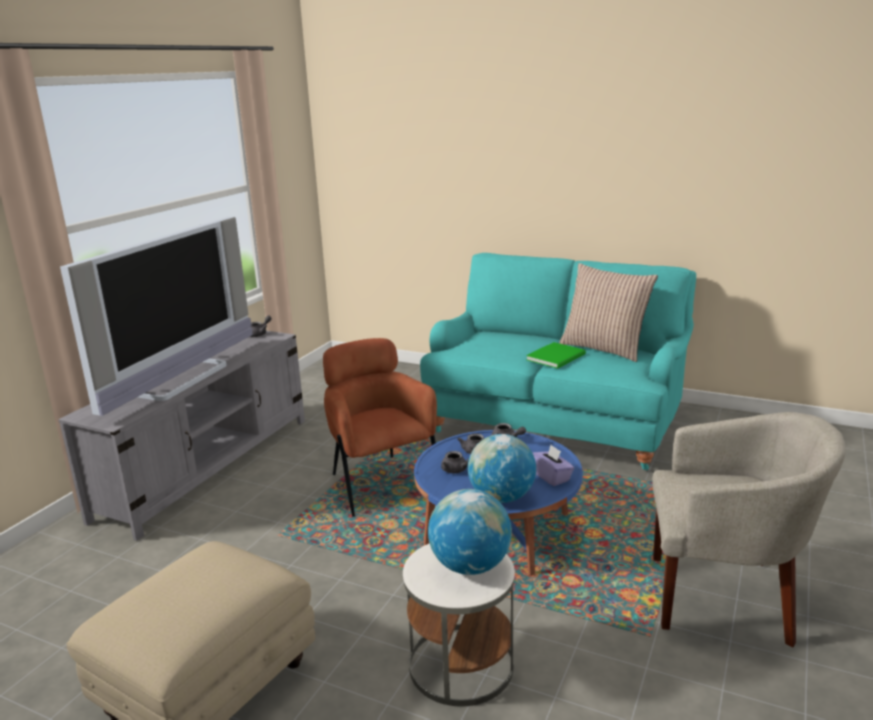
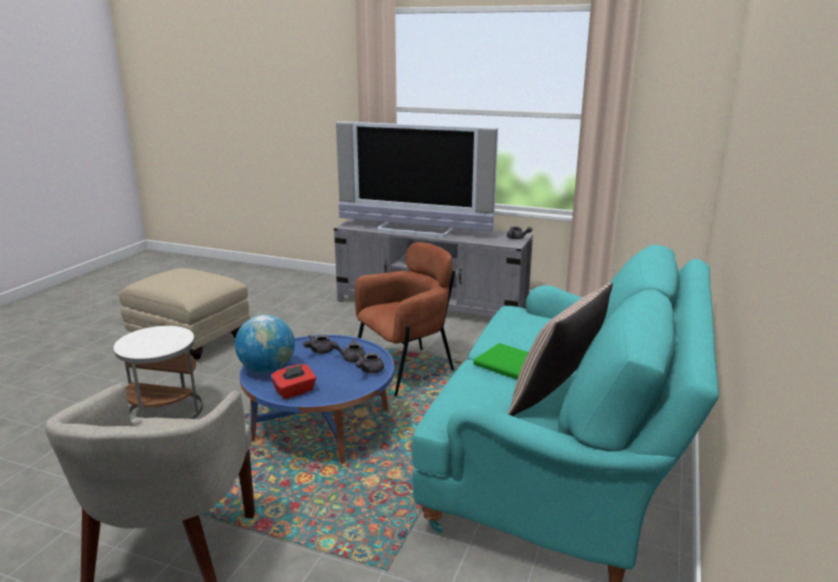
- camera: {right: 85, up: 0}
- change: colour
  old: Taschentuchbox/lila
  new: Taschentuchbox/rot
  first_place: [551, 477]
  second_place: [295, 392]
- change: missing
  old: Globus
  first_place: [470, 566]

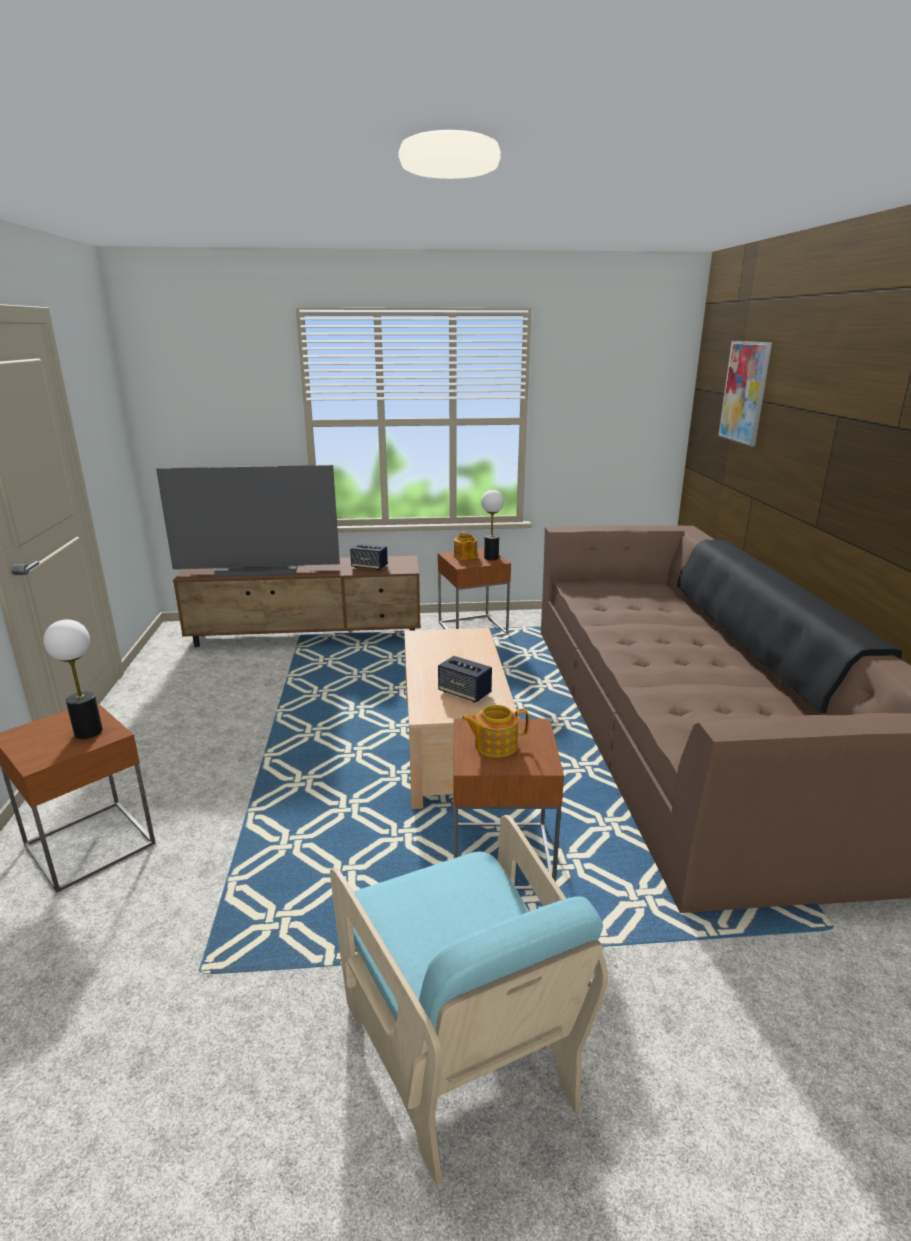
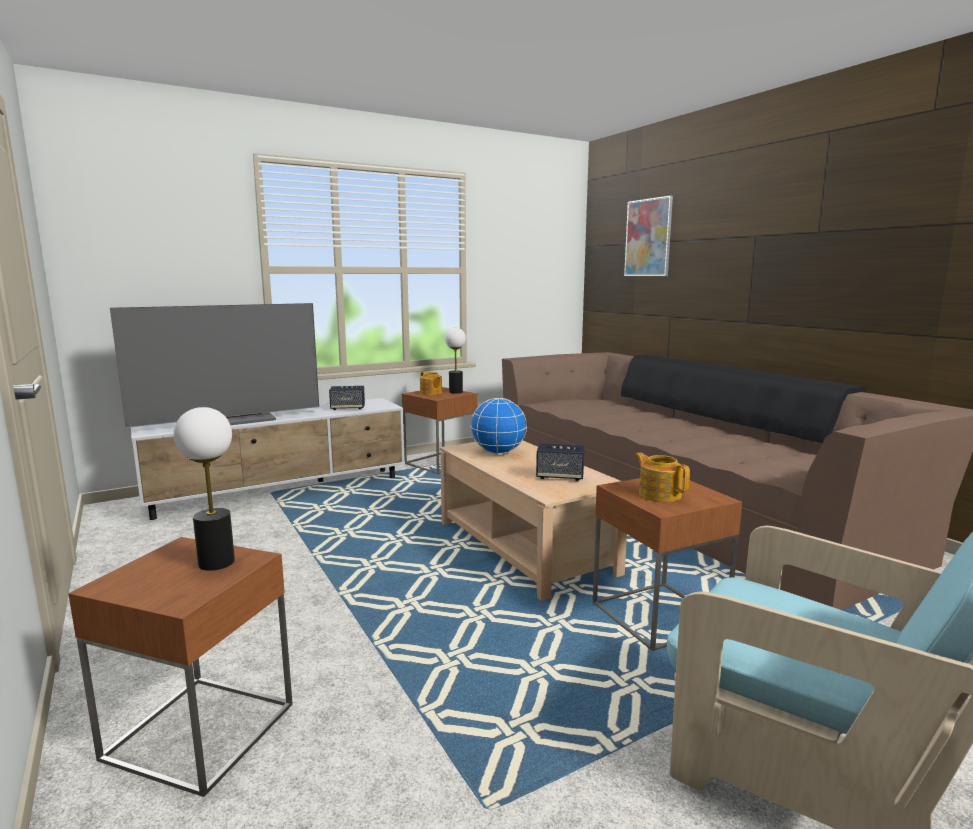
- camera: {right: -25, up: -10}
- change: colour
  old: Fernsehschrank/braun
  new: Fernsehschrank/weiß
  first_place: [308, 637]
  second_place: [282, 492]
- change: spun
  old: Teekanne
  first_place: [494, 745]
  second_place: [659, 494]
  degrees: 90
- change: appeared
  new: Globus
  second_place: [498, 453]

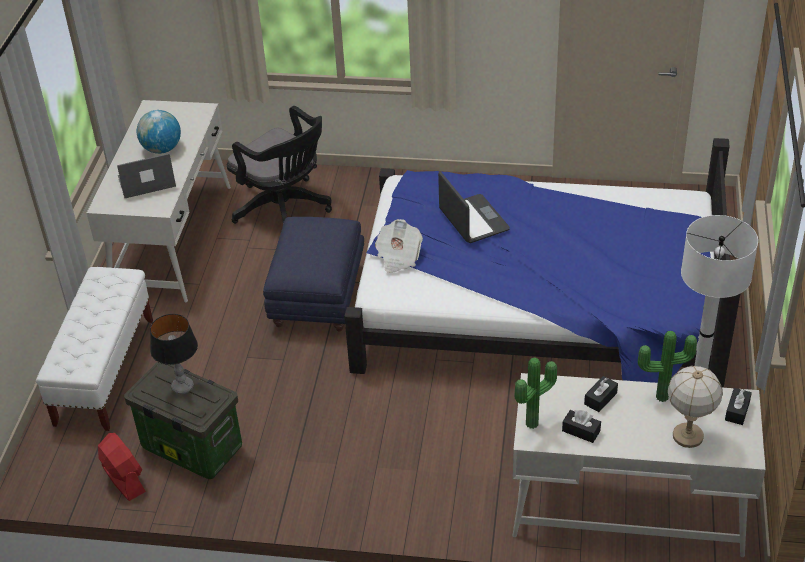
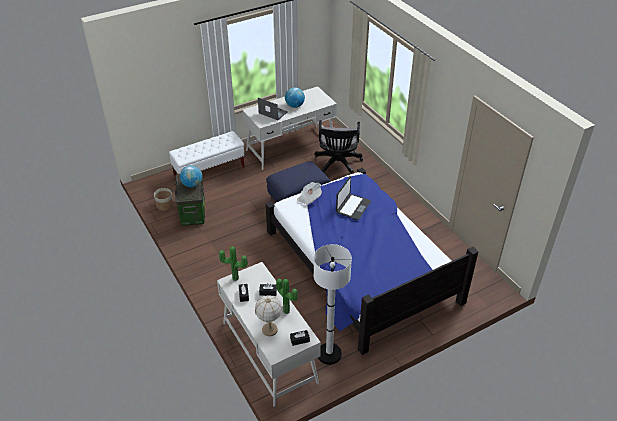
- camera: {right: 50, up: 0}
- change: exchanged
  old: Tischlampe
  new: Globus
  first_place: [182, 387]
  second_place: [192, 184]
- change: exchanged
  old: Ventilator/rot
  new: Pflanzkübel
  first_place: [124, 479]
  second_place: [164, 205]

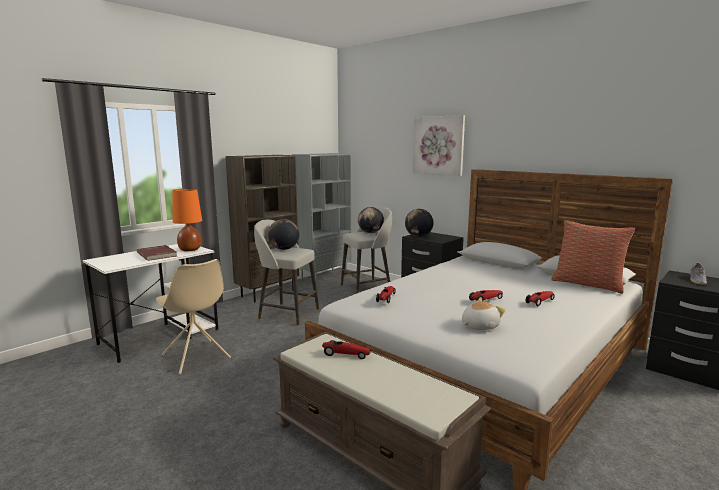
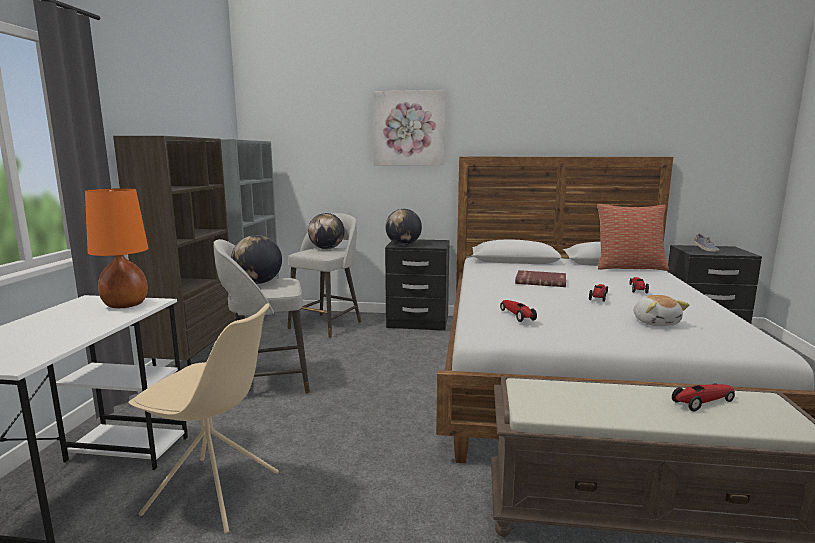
- camera: {right: -35, up: 0}
- change: relocated
  old: Buch/rot
  first_place: [158, 254]
  second_place: [540, 281]
- change: spun
  old: Plüschtier
  first_place: [479, 326]
  second_place: [656, 322]
  degrees: 150
- change: relocated
  old: Spielzeugauto
  first_place: [346, 354]
  second_place: [702, 402]

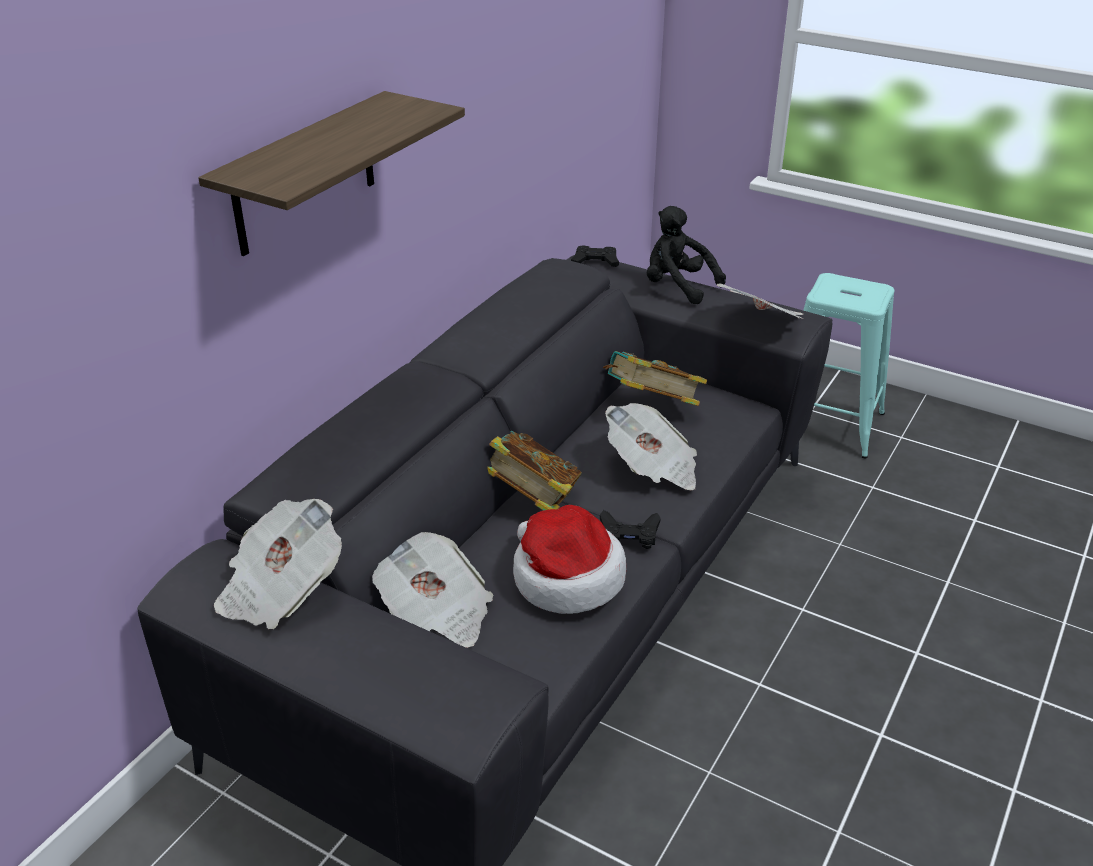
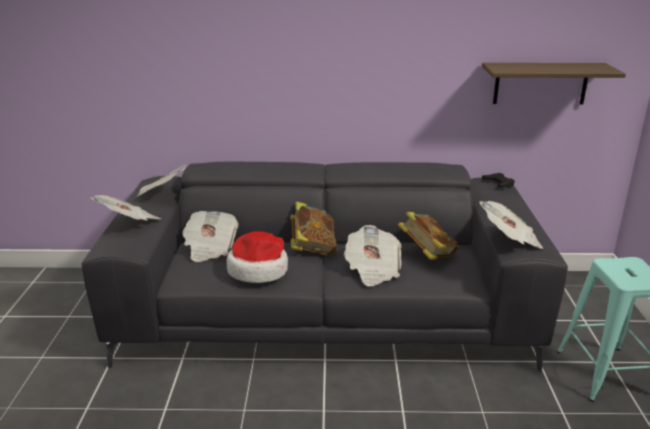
- camera: {right: 60, up: -10}
- change: relocated
  old: Wandregal
  first_place: [305, 174]
  second_place: [540, 83]
- change: missing
  old: Plüschtier/schwarz
  first_place: [677, 287]
- change: missing
  old: Gamepad/schwarz
  first_place: [629, 534]
- change: appeared
  new: Zeitung
  second_place: [128, 223]

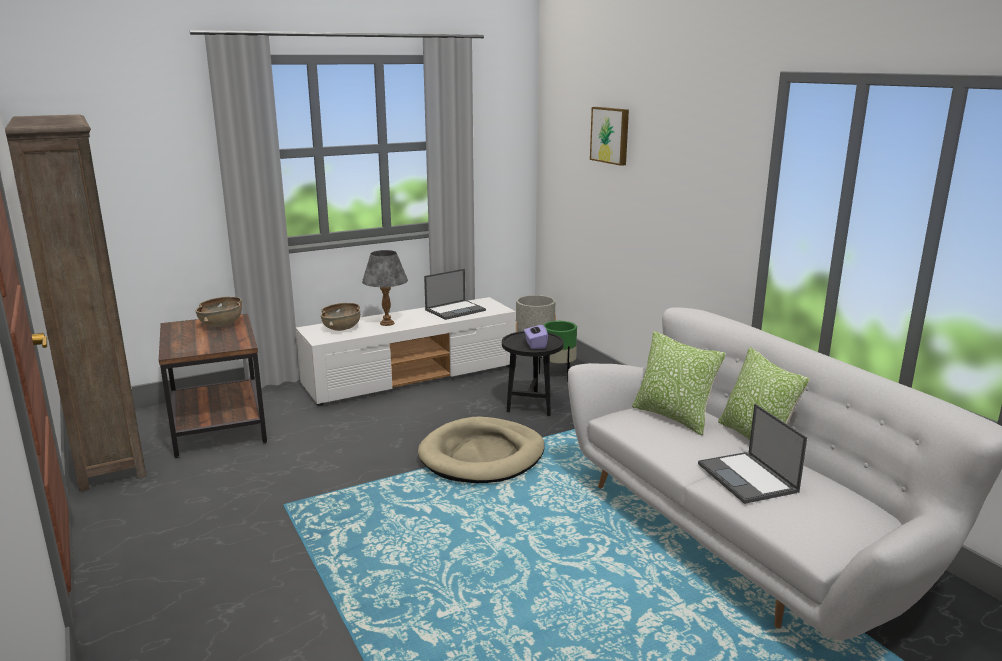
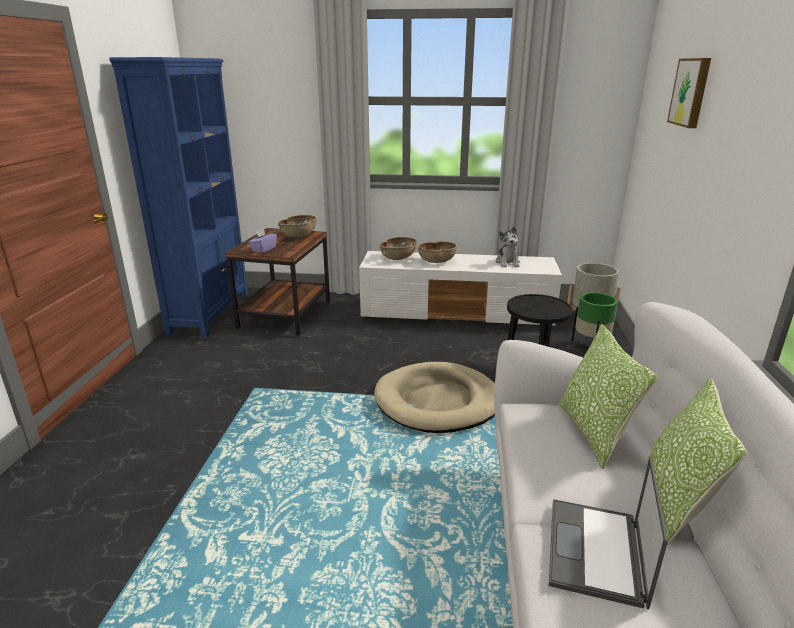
- camera: {right: 35, up: 5}
- change: colour
  old: Bücherregal/braun
  new: Bücherregal/blau
  first_place: [108, 450]
  second_place: [210, 312]
- change: exchanged
  old: Tischlampe/grau
  new: Schüssel/braun
  first_place: [387, 323]
  second_place: [437, 262]
- change: exchanged
  old: Laptop
  new: Plüschtier
  first_place: [455, 310]
  second_place: [507, 262]
- change: relocated
  old: Taschentuchbox/lila
  first_place: [535, 345]
  second_place: [263, 249]

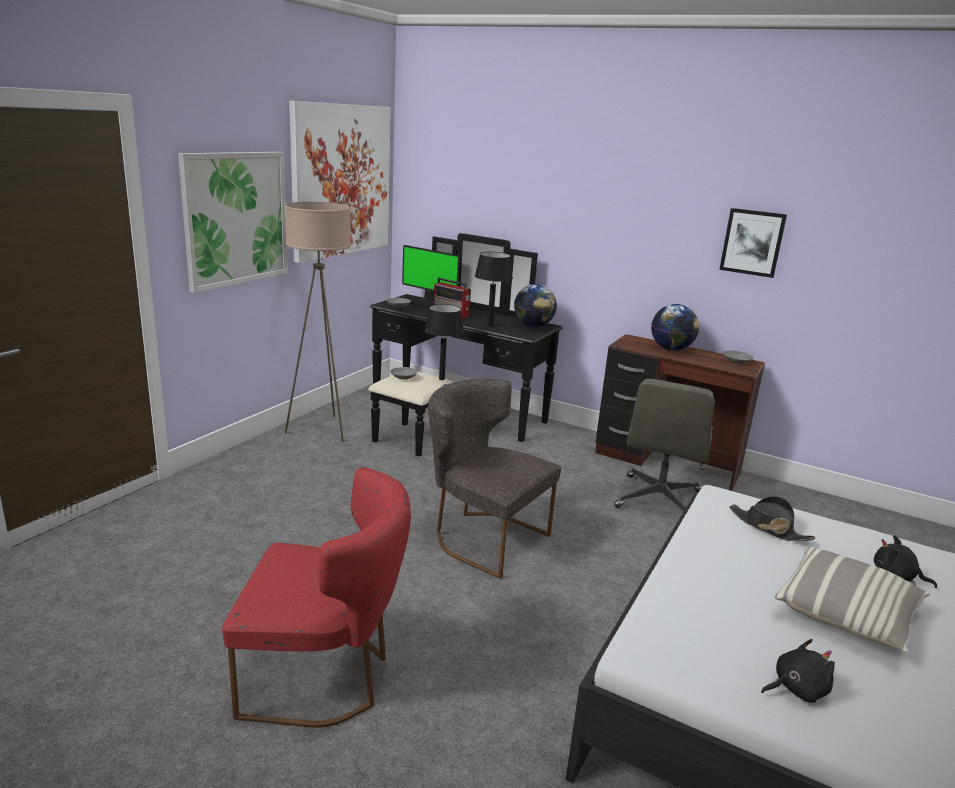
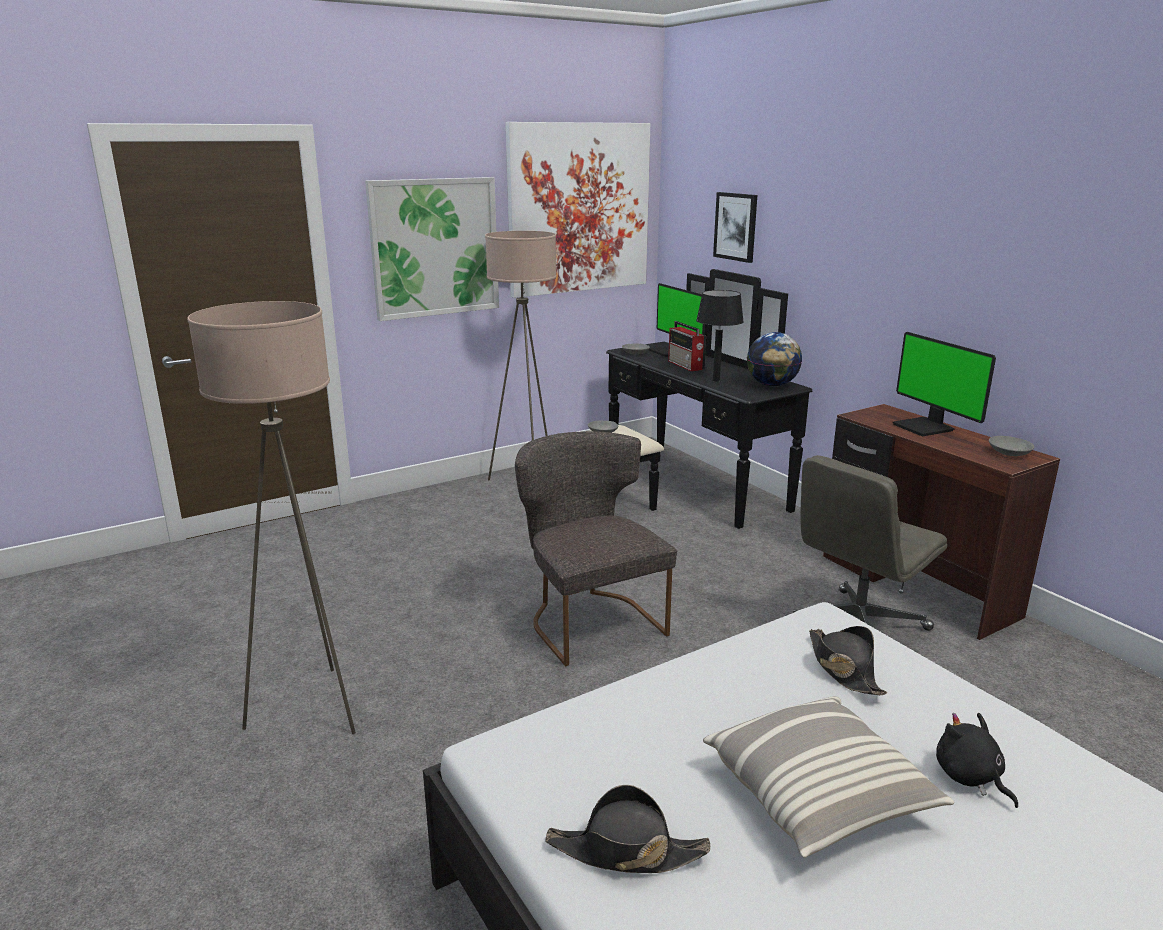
- camera: {right: 30, up: 0}
- change: relocated
  old: Bild
  first_place: [752, 242]
  second_place: [736, 226]
- change: missing
  old: Tischlampe/schwarz
  first_place: [441, 379]
- change: exchanged
  old: Globus
  new: Monitor
  first_place: [671, 349]
  second_place: [925, 427]
- change: exchanged
  old: Stuhl/rot
  new: Stehlampe/beige
  first_place: [325, 676]
  second_place: [311, 709]
- change: exchanged
  old: Plüschtier/schwarz
  new: Hut/schwarz
  first_place: [796, 689]
  second_place: [626, 851]

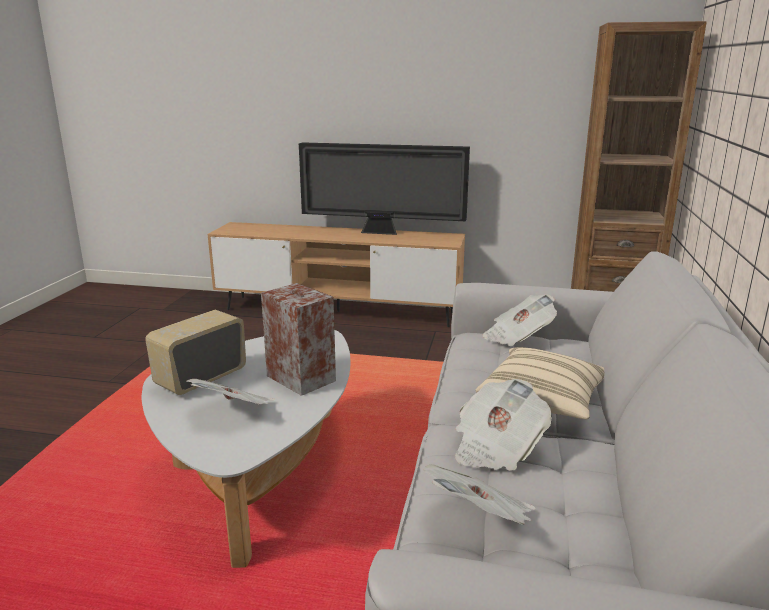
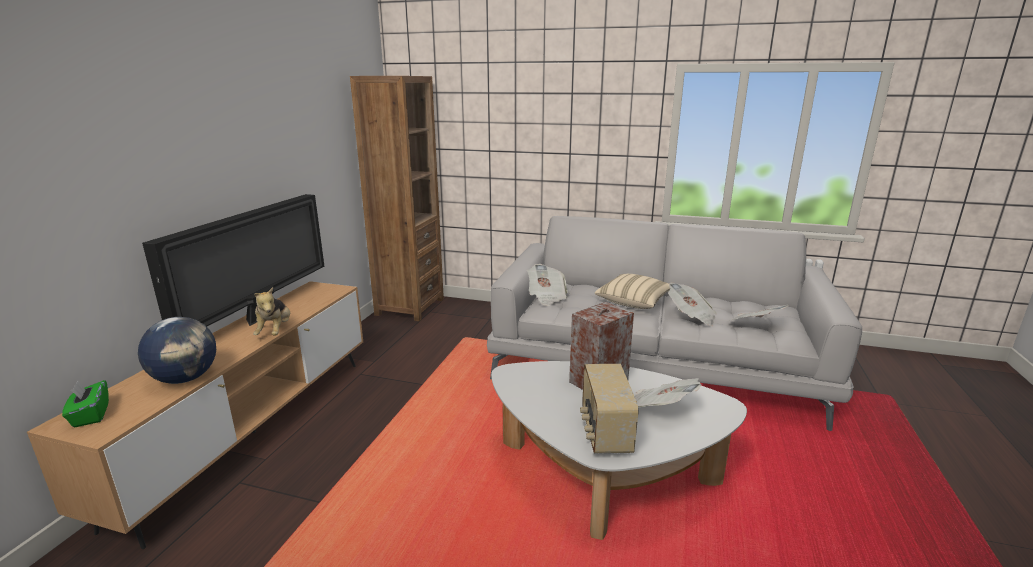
- camera: {right: -85, up: 0}
- change: spun
  old: Radio
  first_place: [200, 378]
  second_place: [604, 432]
  degrees: 45
- change: appeared
  new: Plüschtier
  second_place: [275, 331]
- change: appeared
  new: Globus
  second_place: [186, 378]
- change: appeared
  new: Taschentuchbox/grün
  second_place: [90, 415]

